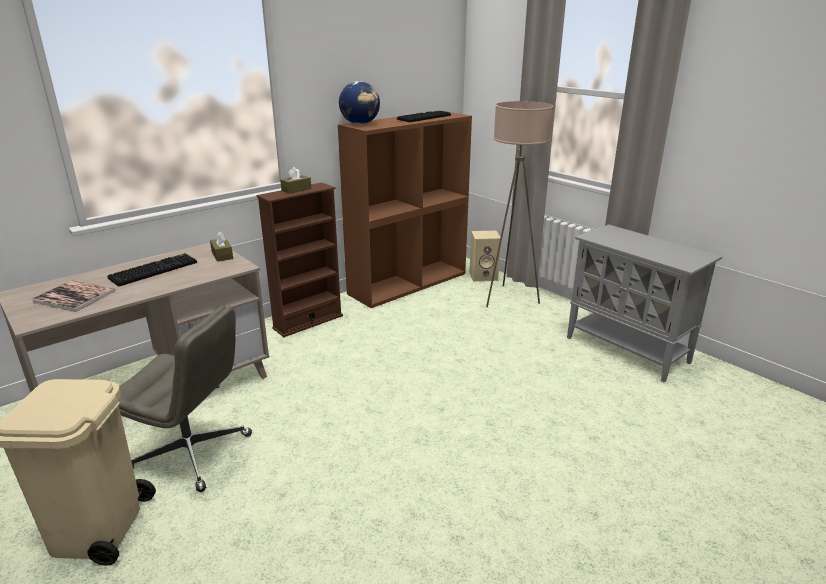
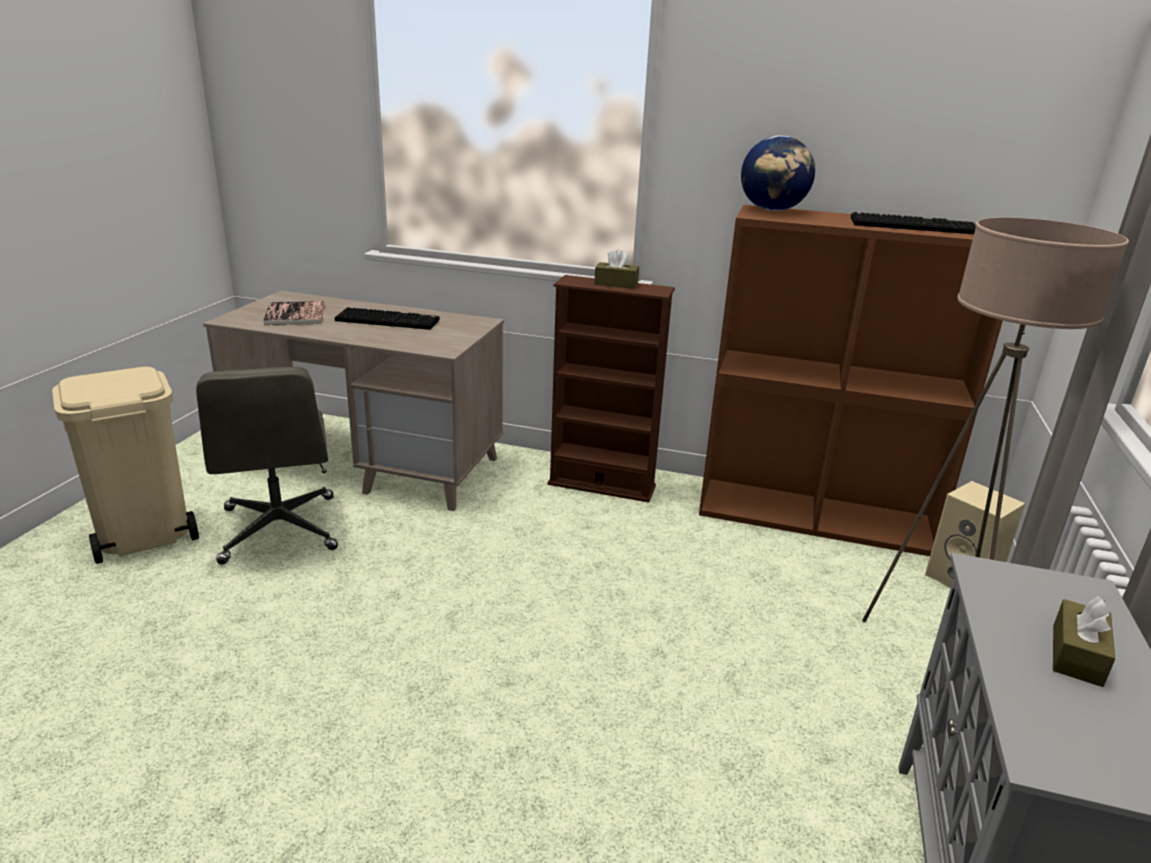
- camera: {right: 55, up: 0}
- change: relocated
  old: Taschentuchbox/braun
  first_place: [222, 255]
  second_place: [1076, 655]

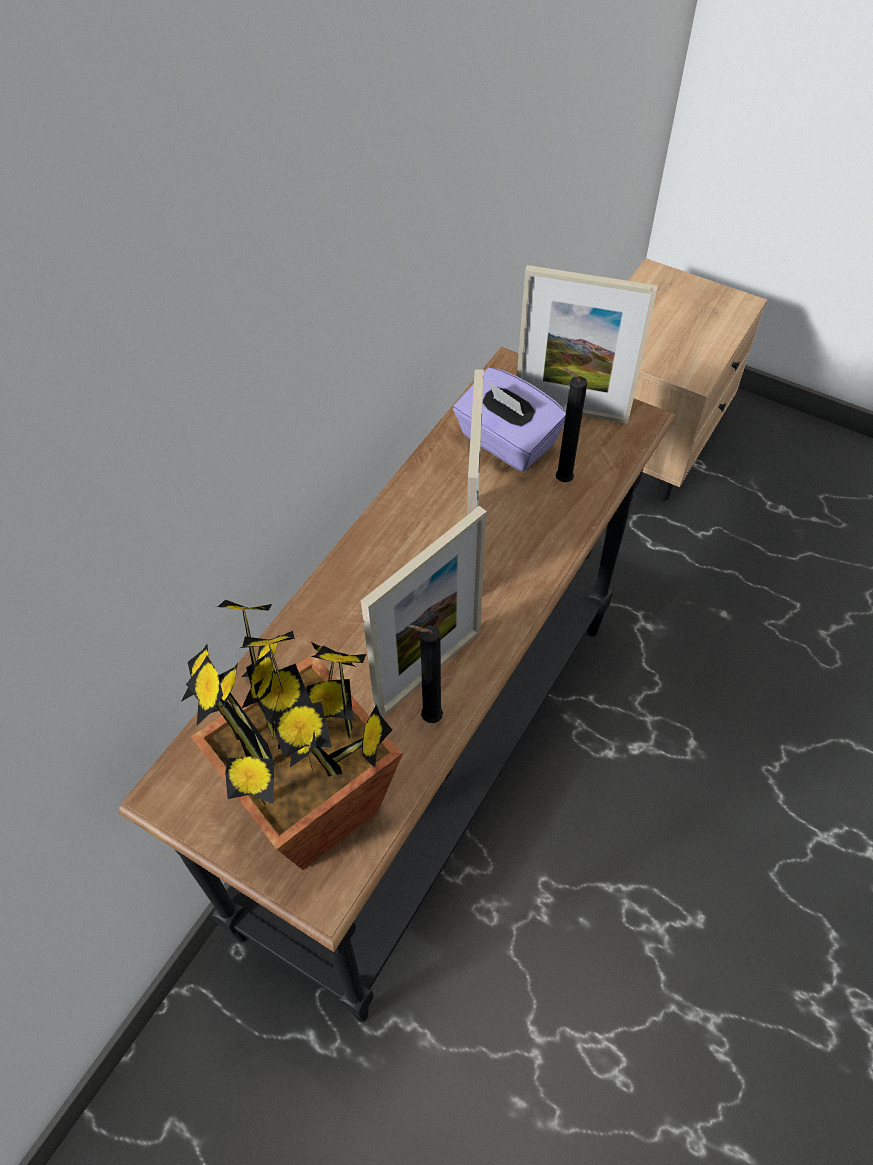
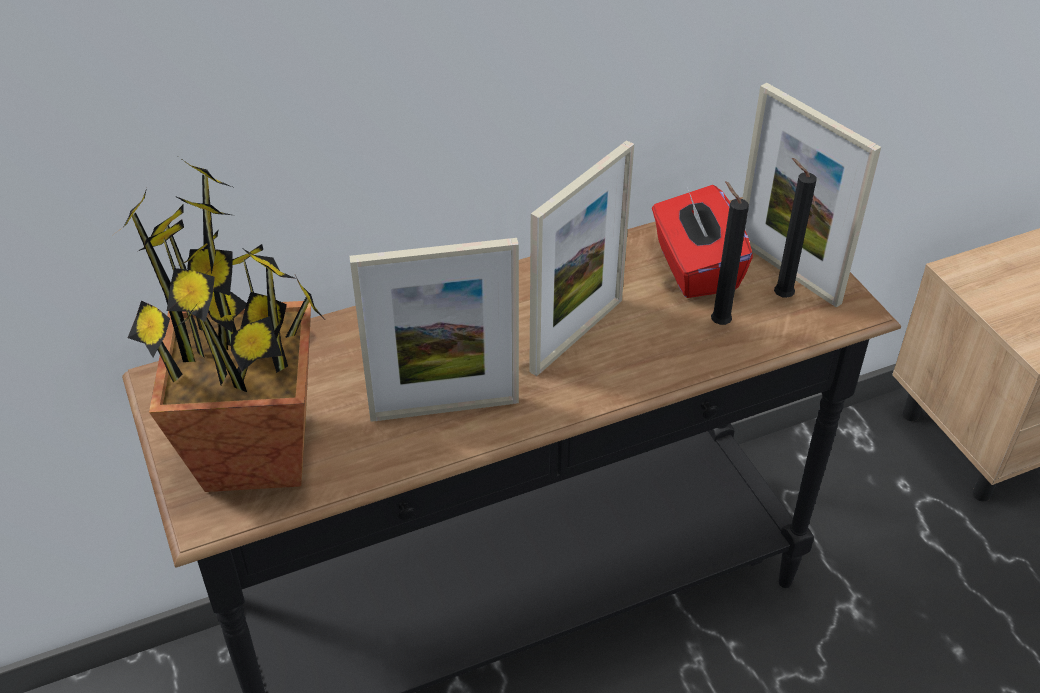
- camera: {right: 35, up: -10}
- change: colour
  old: Taschentuchbox/lila
  new: Taschentuchbox/rot
  first_place: [506, 442]
  second_place: [695, 268]
- change: relocated
  old: Kerze/schwarz
  first_place: [428, 718]
  second_place: [779, 296]

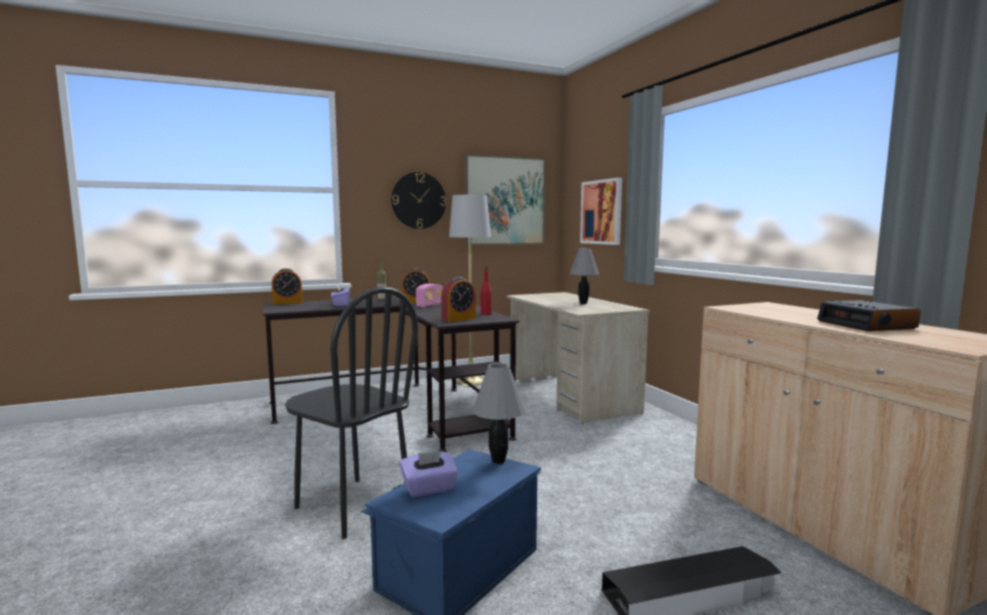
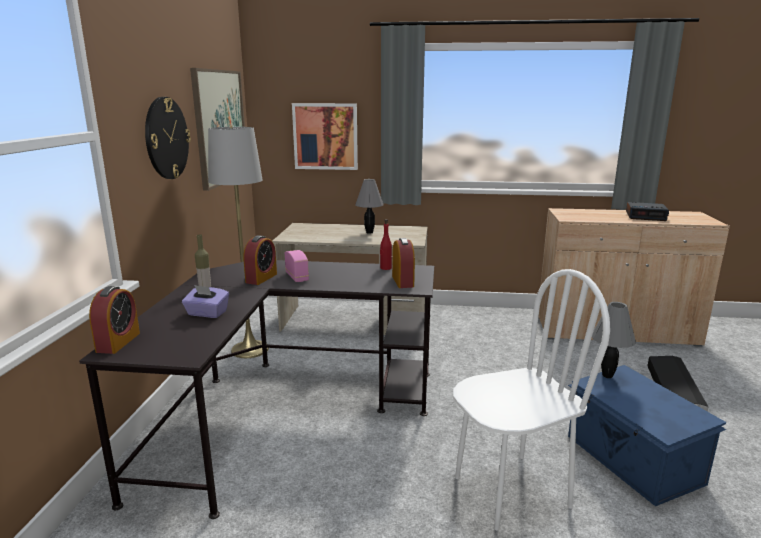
- camera: {right: -60, up: 10}
- change: colour
  old: Stuhl/schwarz
  new: Stuhl/weiß
  first_place: [352, 506]
  second_place: [511, 490]
- change: missing
  old: Taschentuchbox/lila
  first_place: [429, 489]

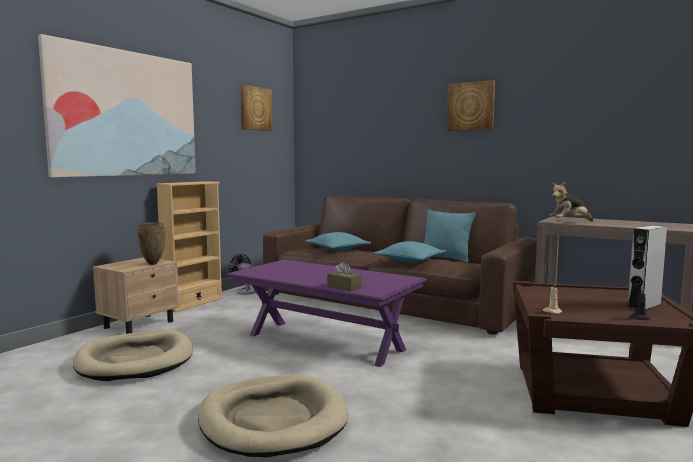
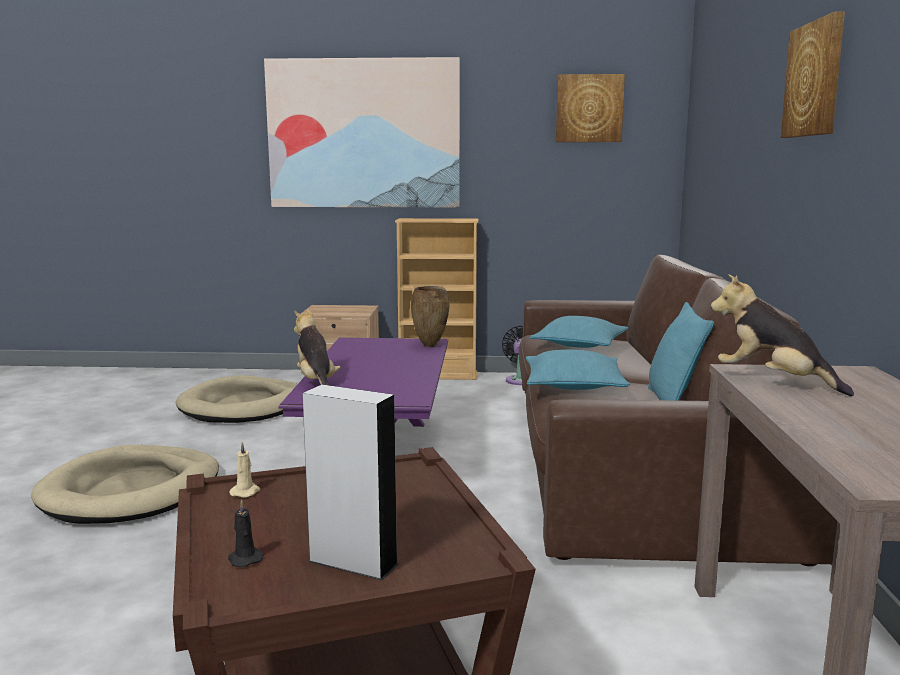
- camera: {right: 60, up: 5}
- change: relocated
  old: Vase/braun
  first_place: [153, 264]
  second_place: [430, 346]
- change: exchanged
  old: Taschentuchbox/braun
  new: Plüschtier
  first_place: [344, 287]
  second_place: [316, 382]

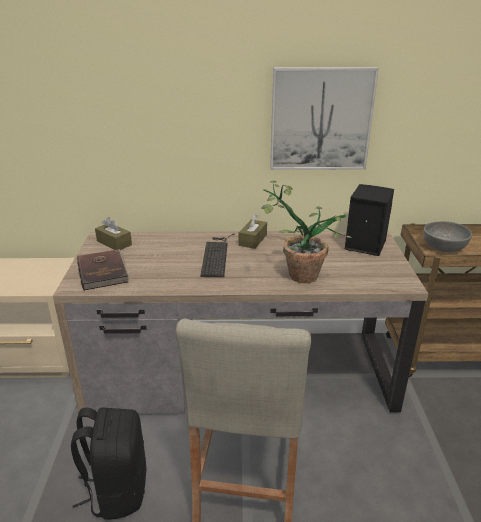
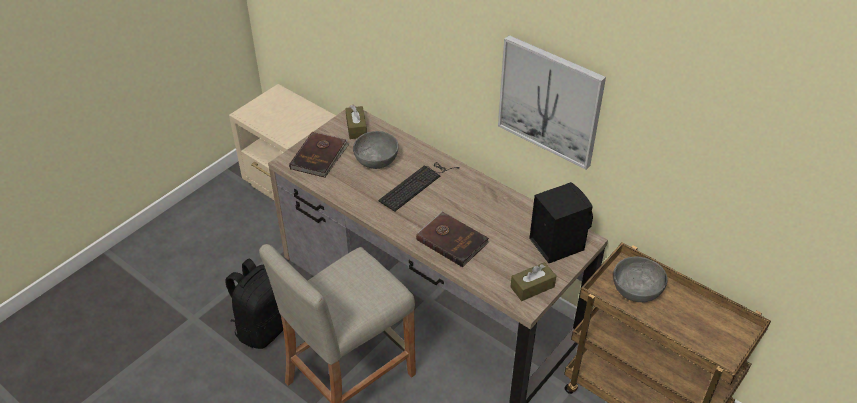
- camera: {right: 40, up: 15}
- change: exchanged
  old: Topfpflanze
  new: Buch/braun
  first_place: [295, 274]
  second_place: [452, 240]
- change: relocated
  old: Taschentuchbox/braun
  first_place: [253, 240]
  second_place: [532, 287]
- change: appeared
  new: Schüssel/grau
  second_place: [376, 159]

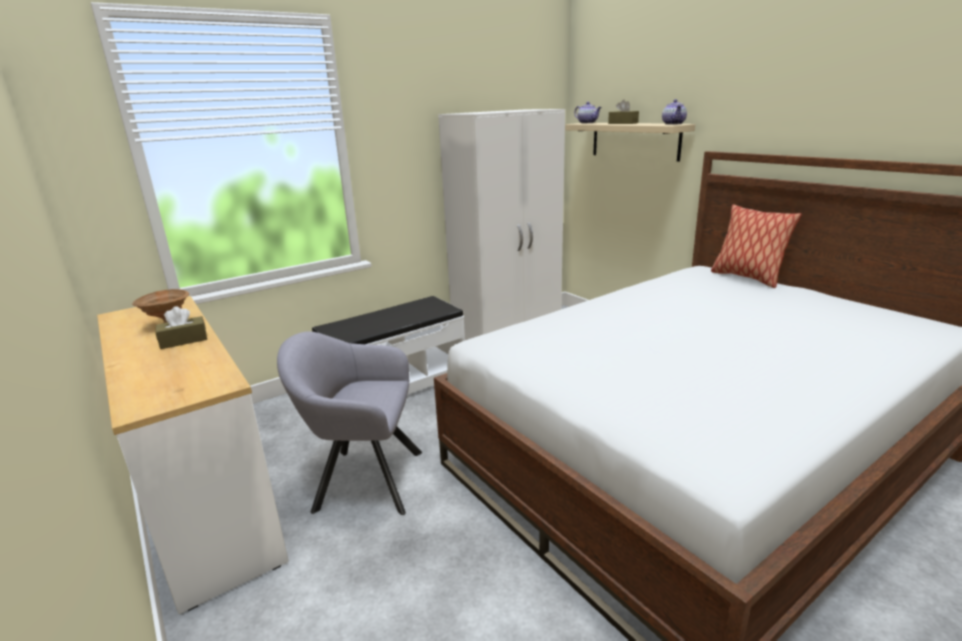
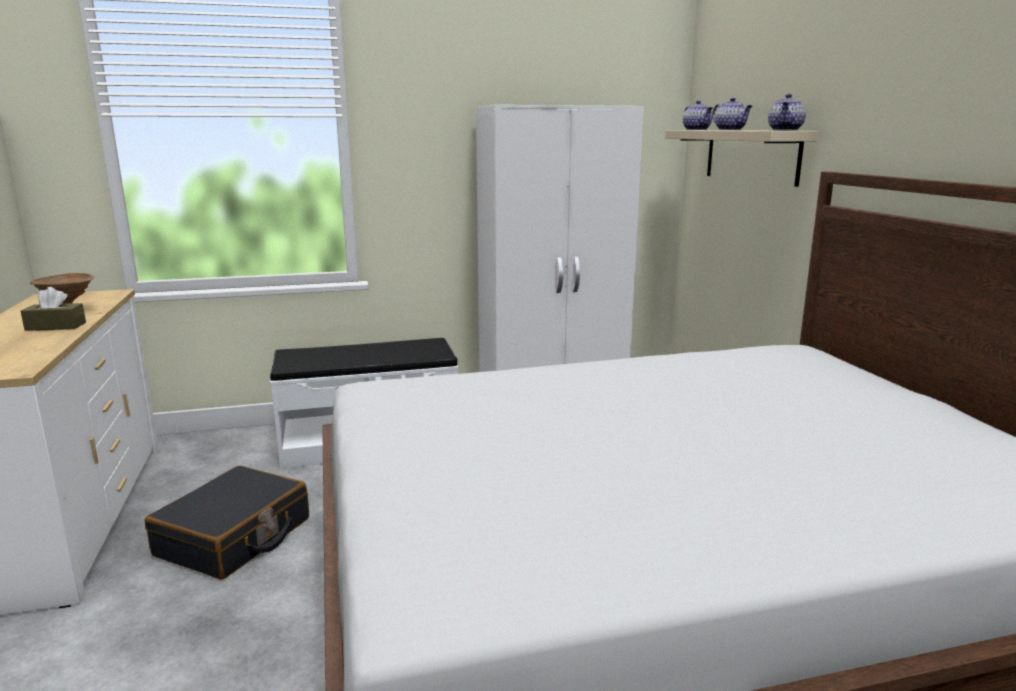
- camera: {right: 20, up: -5}
- change: exchanged
  old: Taschentuchbox/braun
  new: Teekanne
  first_place: [623, 123]
  second_place: [730, 130]
- change: missing
  old: Kissen
  first_place: [747, 278]
- change: exchanged
  old: Sessel/grau
  new: Koffer/schwarz
  first_place: [362, 479]
  second_place: [235, 537]

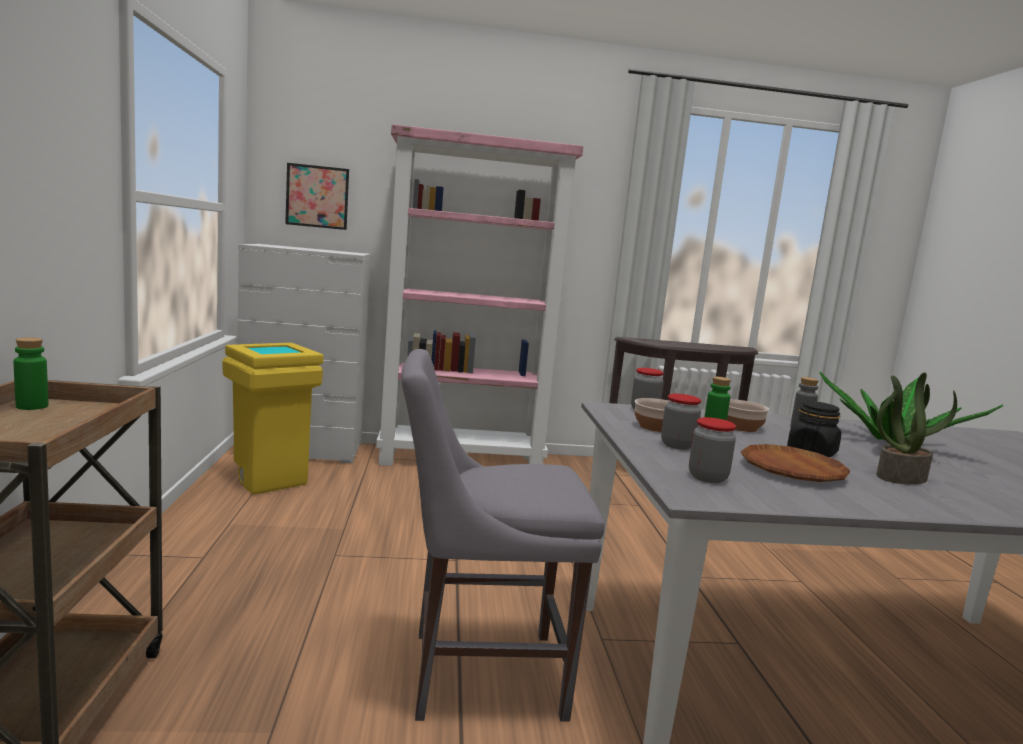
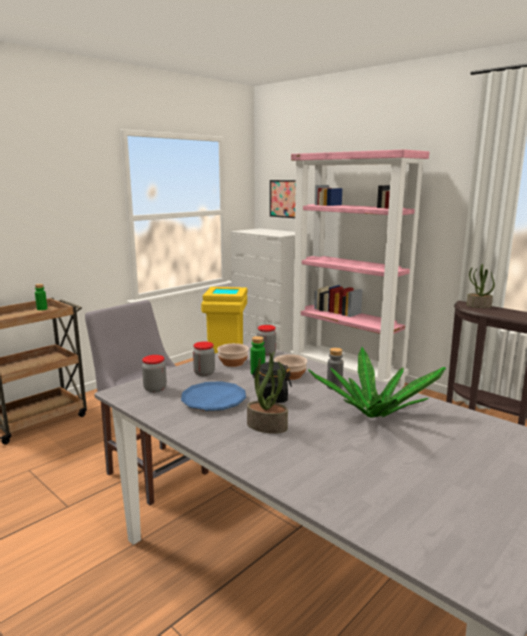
- camera: {right: 50, up: 5}
- change: colour
  old: Teller/braun
  new: Teller/blau
  first_place: [792, 470]
  second_place: [213, 401]
- change: appeared
  new: Topfpflanze
  second_place: [478, 306]

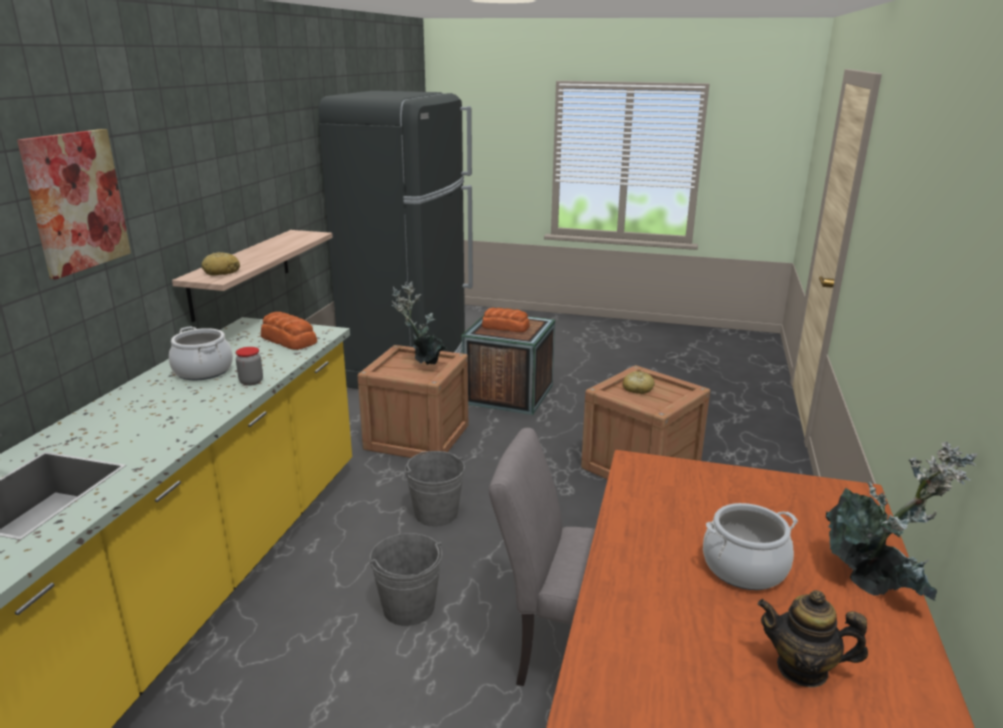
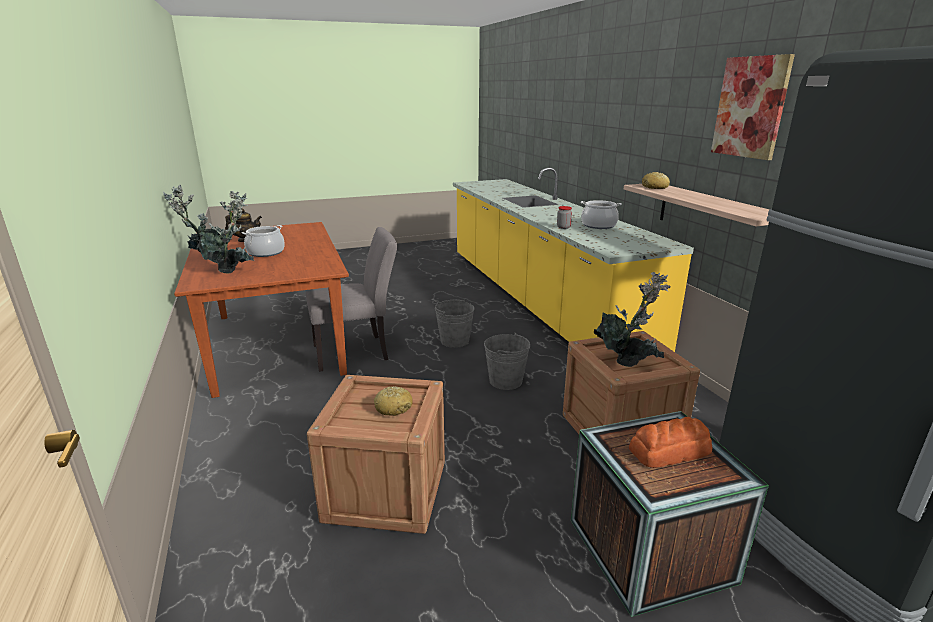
- camera: {right: 145, up: 0}
- change: relocated
  old: Bild
  first_place: [76, 201]
  second_place: [750, 107]
- change: missing
  old: Brot
  first_place: [288, 339]
- change: appeared
  new: Topfpflanze
  second_place: [231, 270]

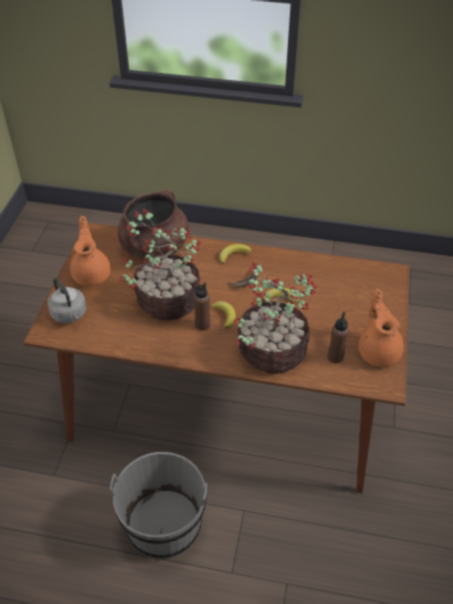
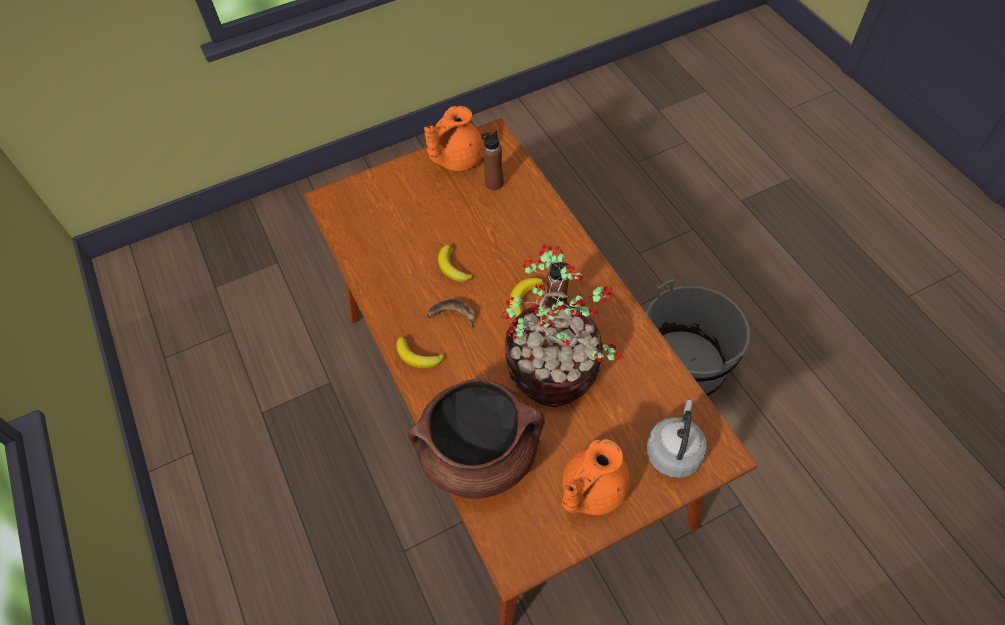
- camera: {right: -125, up: 10}
- change: missing
  old: Topfpflanze
  first_place: [270, 351]

